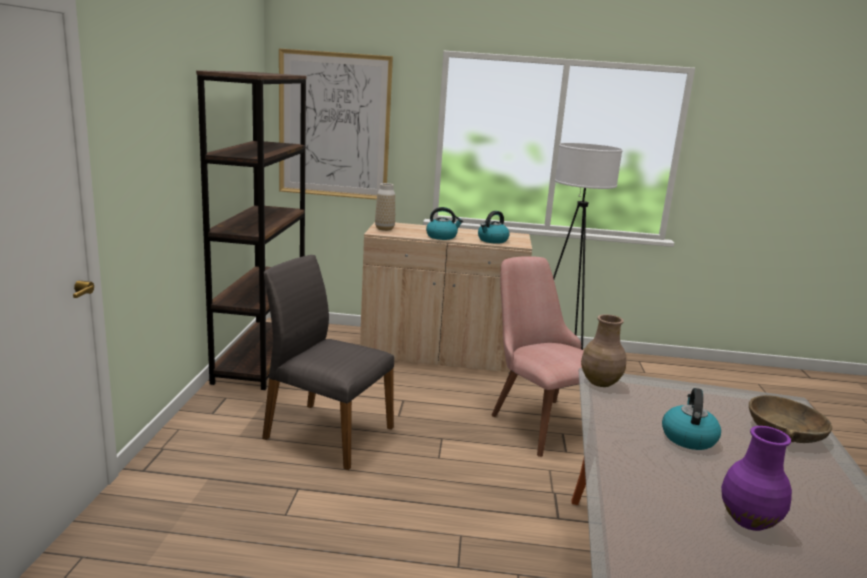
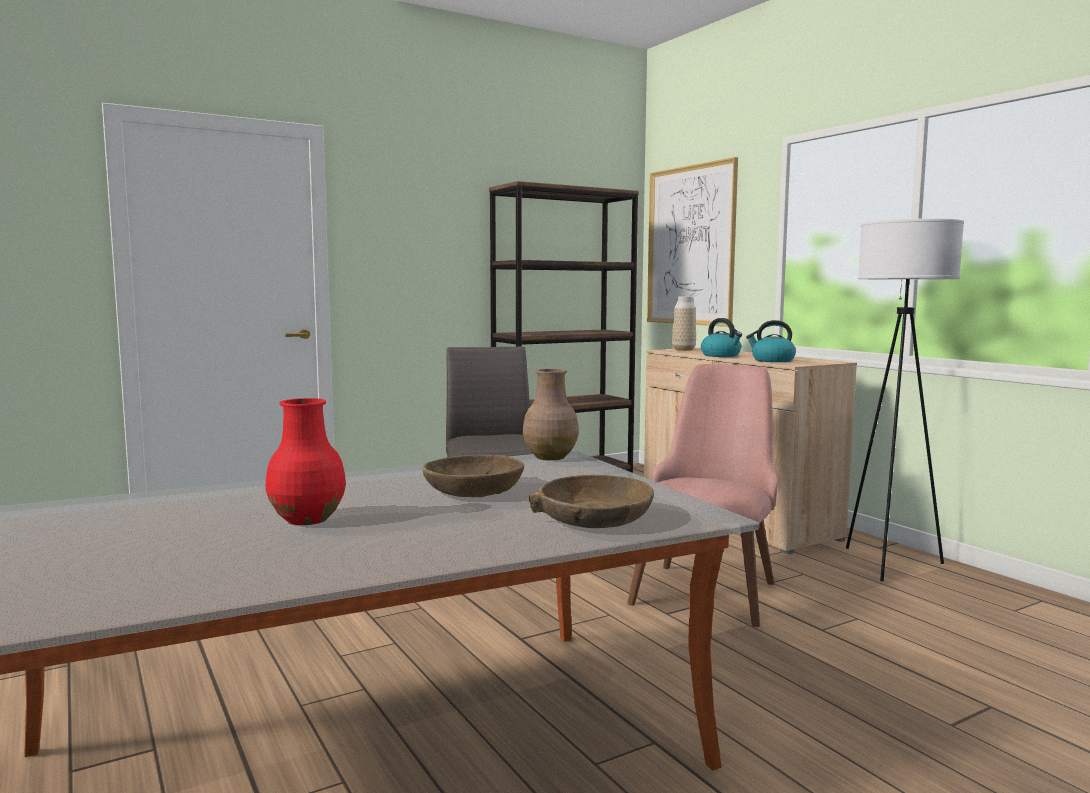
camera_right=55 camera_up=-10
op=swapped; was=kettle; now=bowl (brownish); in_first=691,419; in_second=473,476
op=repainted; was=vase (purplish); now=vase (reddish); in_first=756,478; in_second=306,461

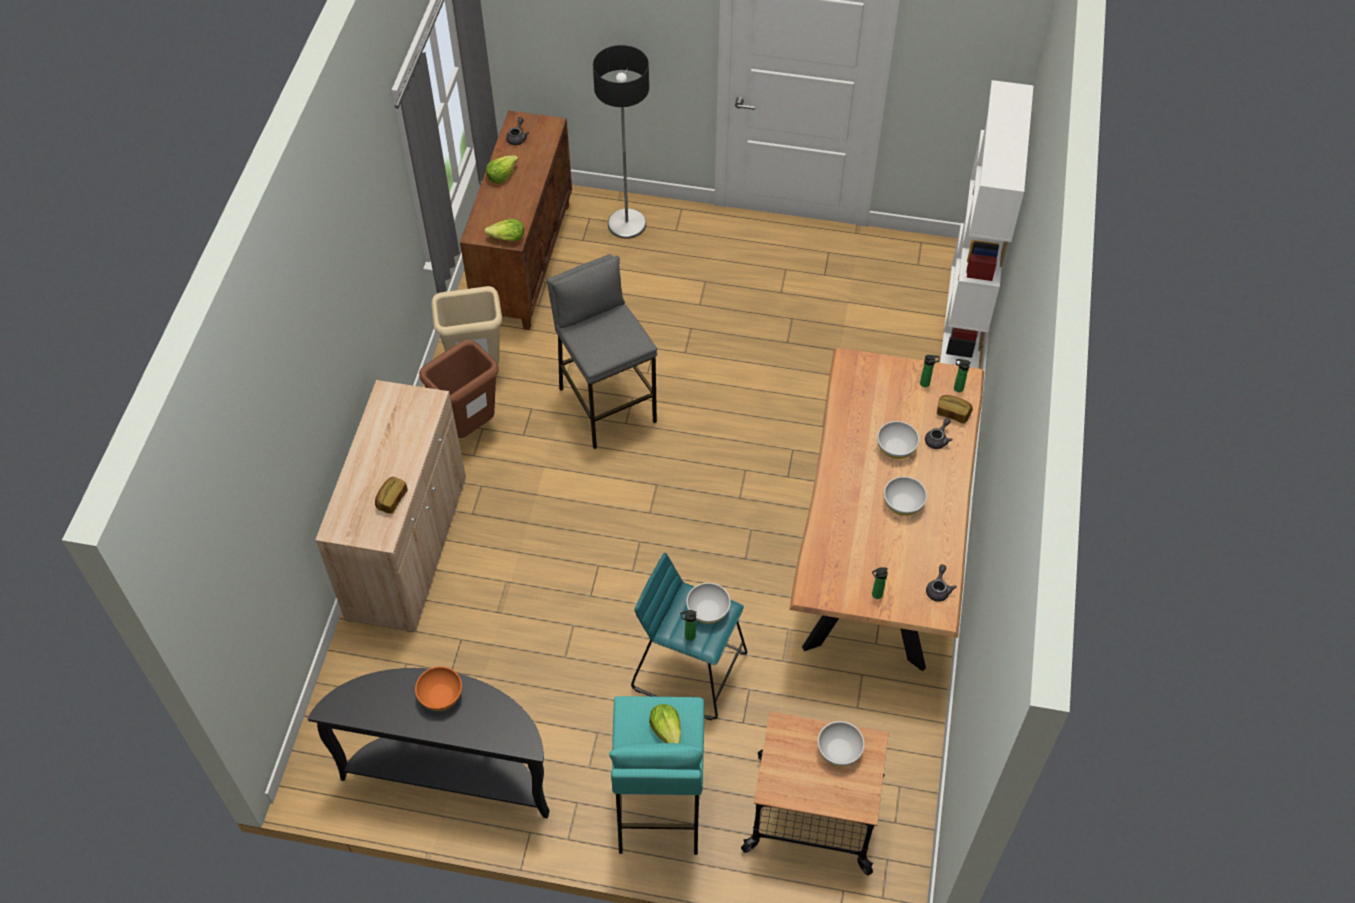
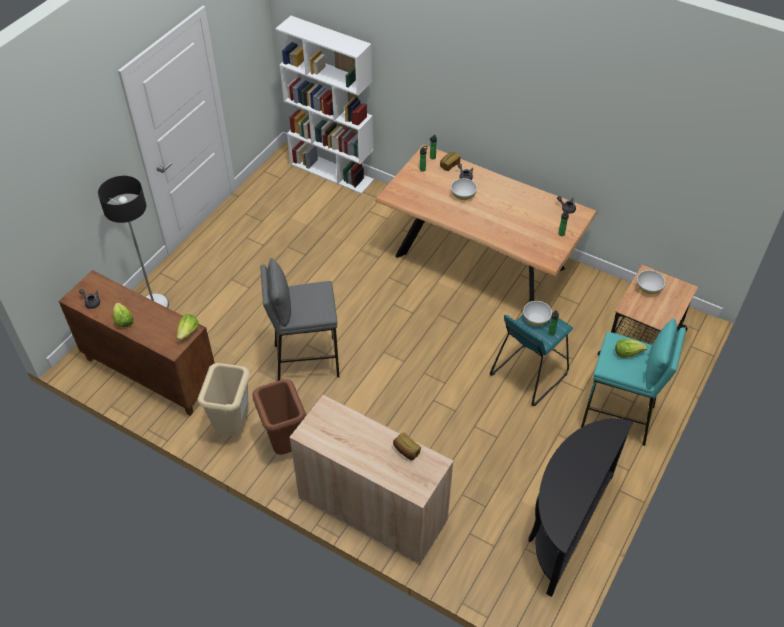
camera_right=-70 camera_up=-5
op=gone; was=bowl (whitish); in_first=905,496
op=gone; was=bowl (orange-coloured); in_first=438,688

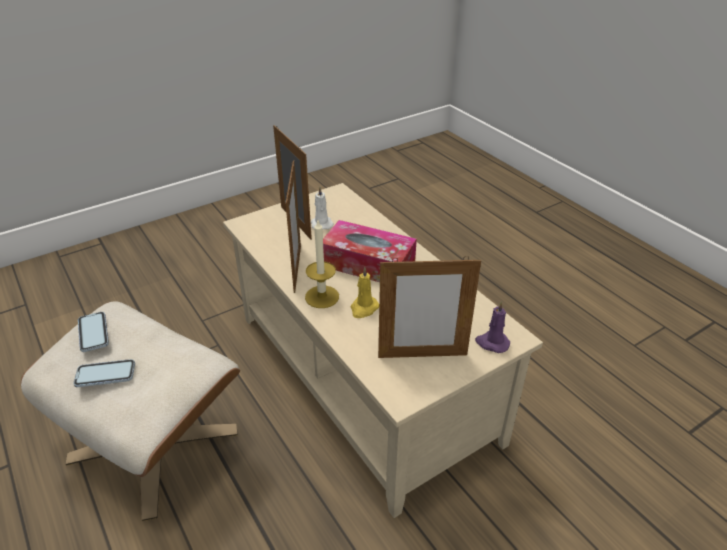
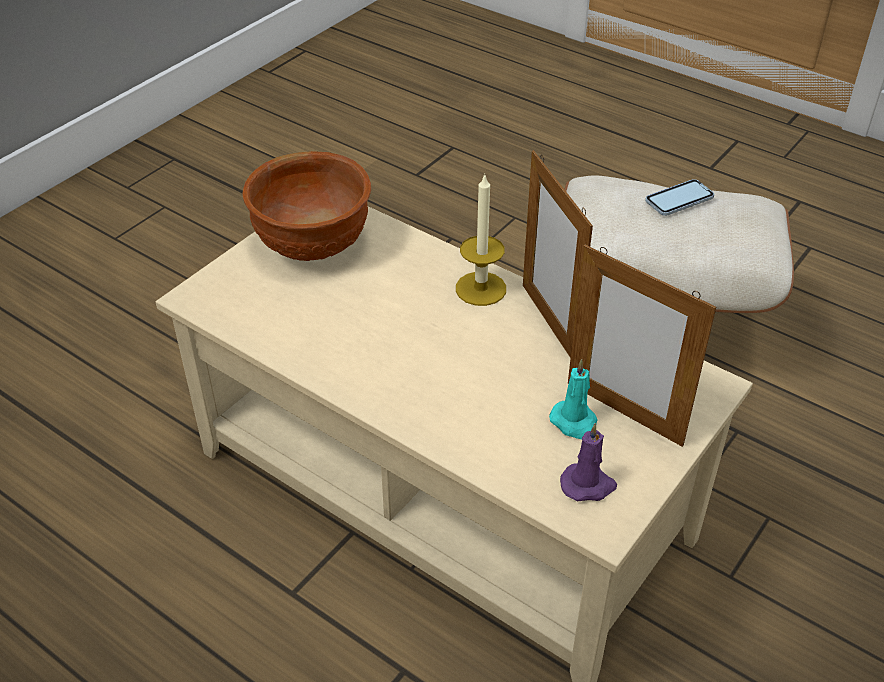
camera_right=160 camera_up=5
op=repainted; was=wax light (whitish); now=wax light (blue-green); in_first=322,208; in_second=573,399
op=gone; was=tissue holder; in_first=370,251
op=swapped; was=picture frame; now=bowl (brownish); in_first=429,307; in_second=306,206
op=gone; was=wax light (yellow); in_first=365,292
op=shifted; was=wax light (purplish); in_first=492,327; in_second=588,462
op=gone; was=telephone; in_first=93,332

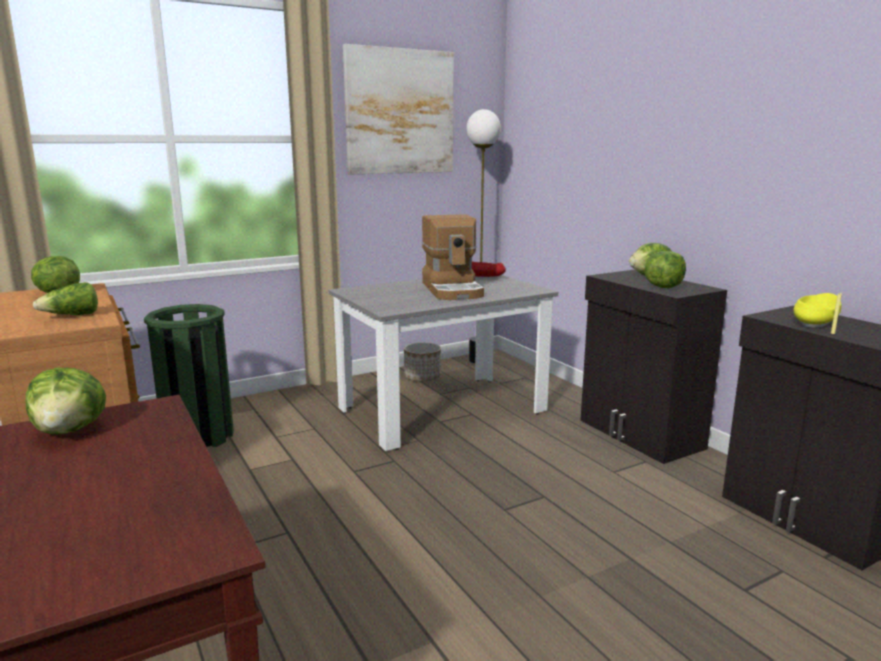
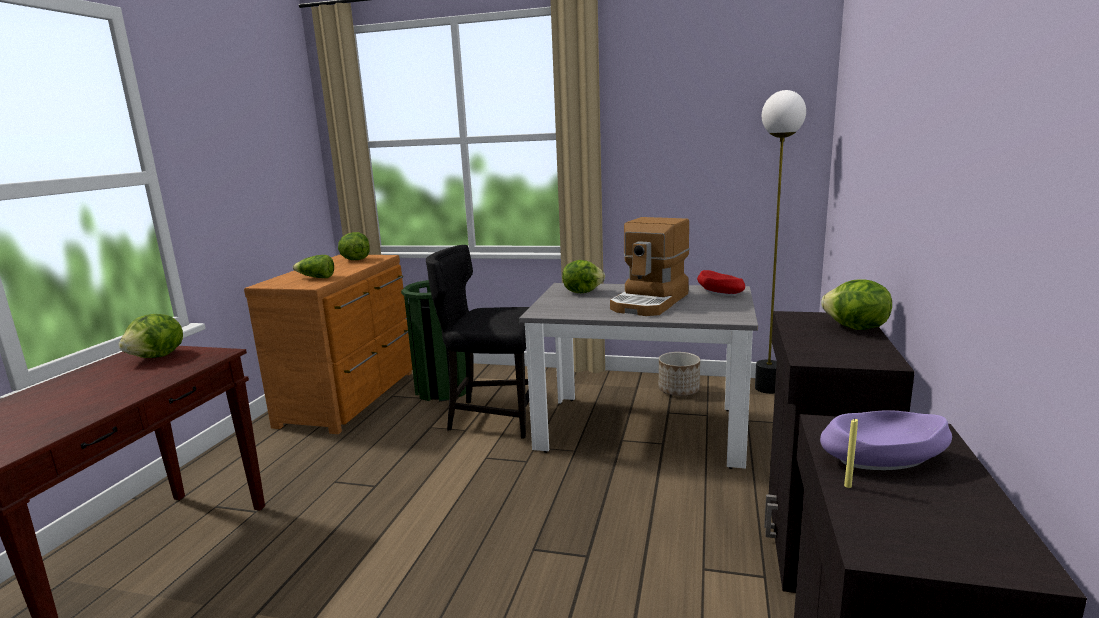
camera_right=45 camera_up=0
op=gone; was=wall art; in_first=398,109
op=shifted; was=lettuce head; in_first=665,269; in_second=583,276
op=repainted; was=bowl (yellow); now=bowl (purplish); in_first=817,310; in_second=886,440
op=new; now=chair (black); in_second=477,342

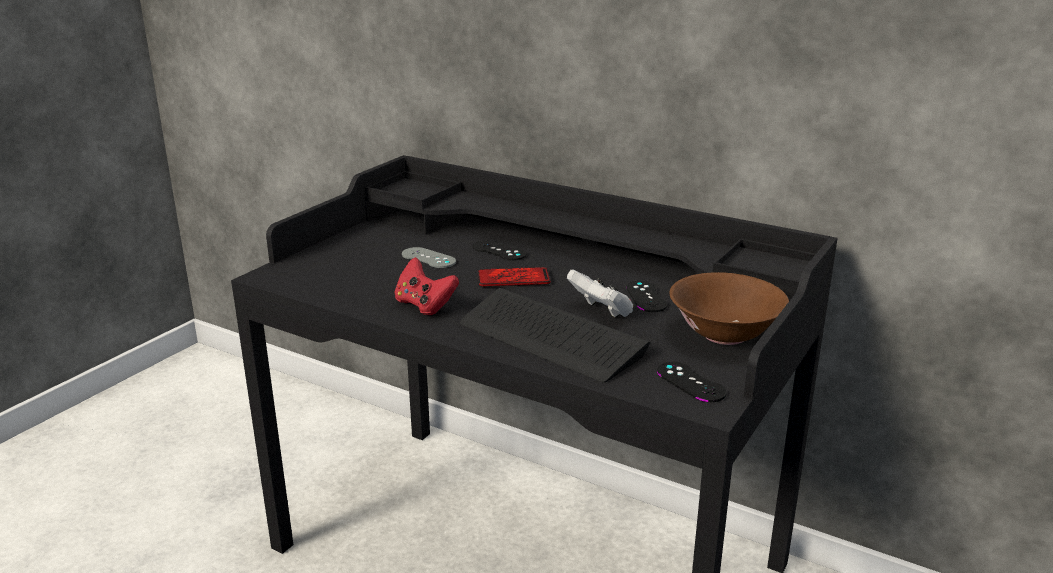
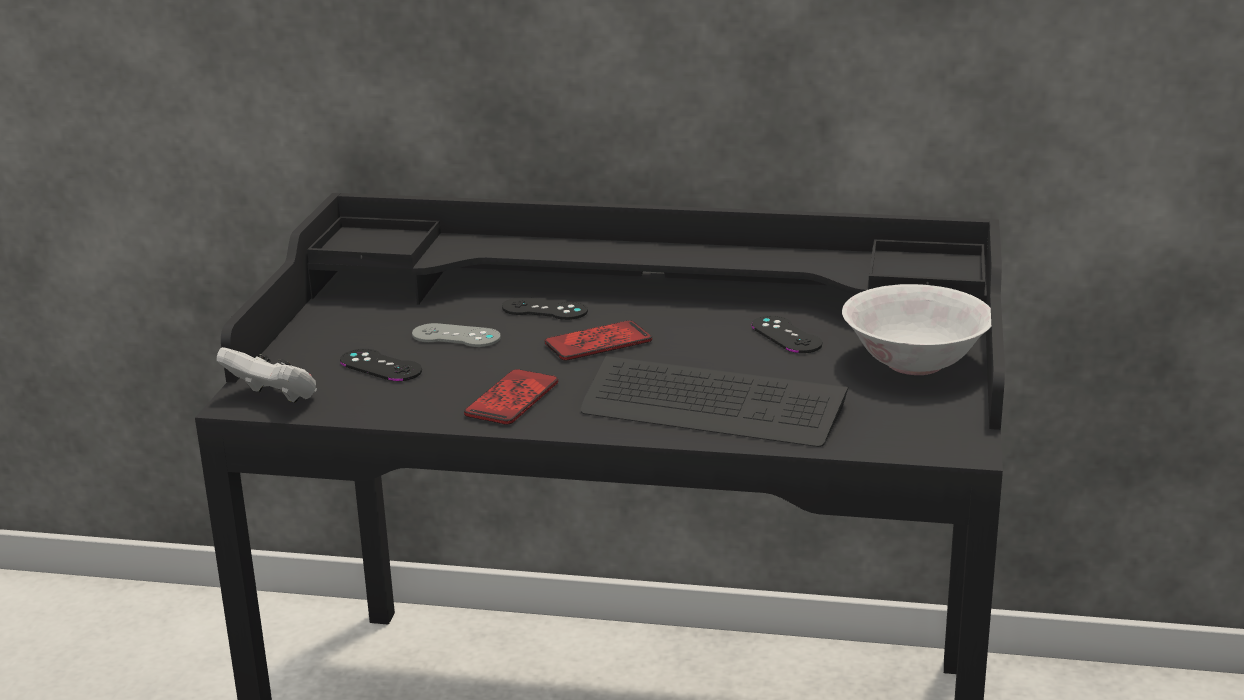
camera_right=-20 camera_up=0
op=swapped; was=gamepad (reddish); now=telephone; in_first=427,286; in_second=511,397
op=shifted; was=gamepad (whitish); in_first=600,293; in_second=266,375
op=repainted; was=bowl (brownish); now=bowl (whitish); in_first=729,308; in_second=916,329
op=shifted; was=gamepad (black); in_first=692,382; in_second=381,365

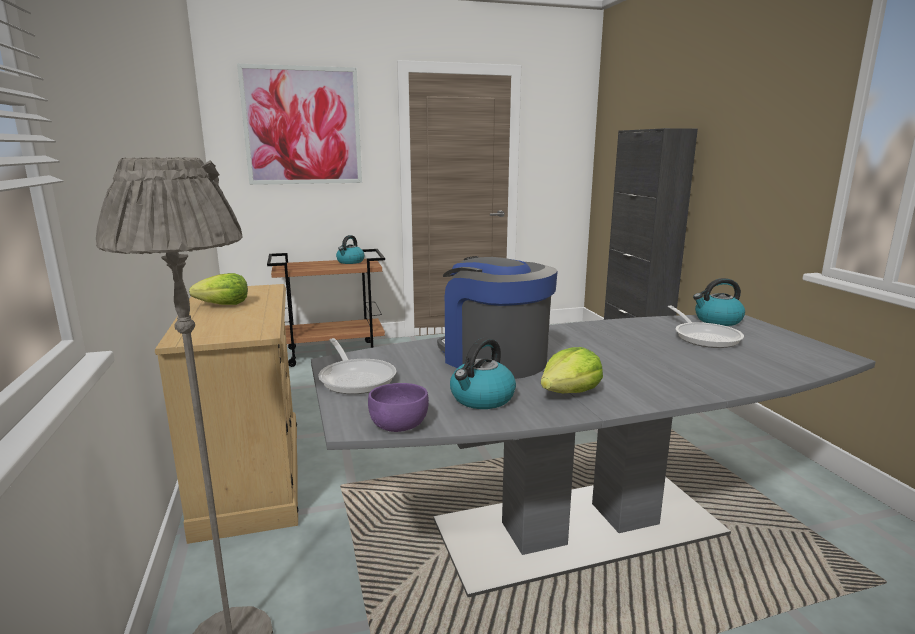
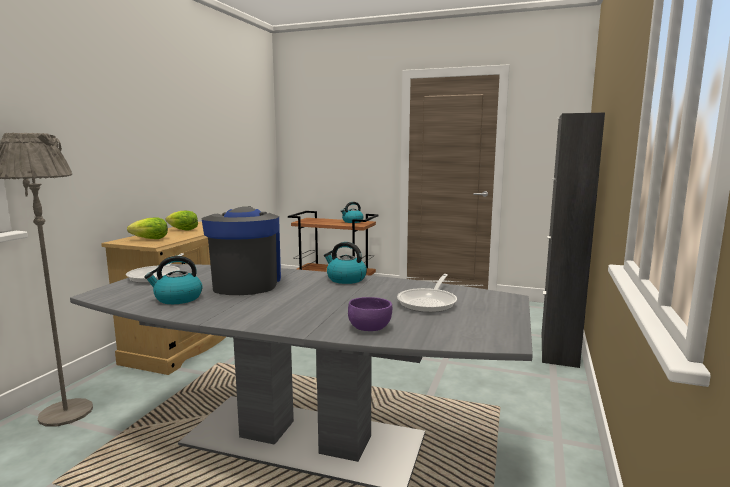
camera_right=35 camera_up=-5
op=gone; was=wall art; in_first=299,124
op=shifted; was=kettle; in_first=719,302; in_second=345,263
op=shifted; was=lettuce head; in_first=572,370; in_second=147,228
op=shifted; was=bowl (purplish); in_first=398,407; in_second=370,314

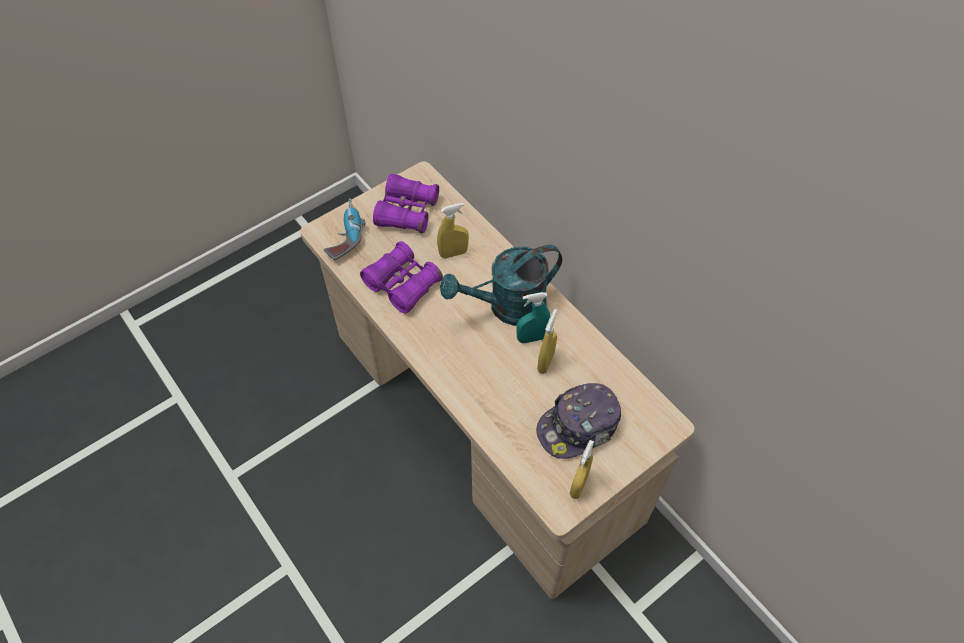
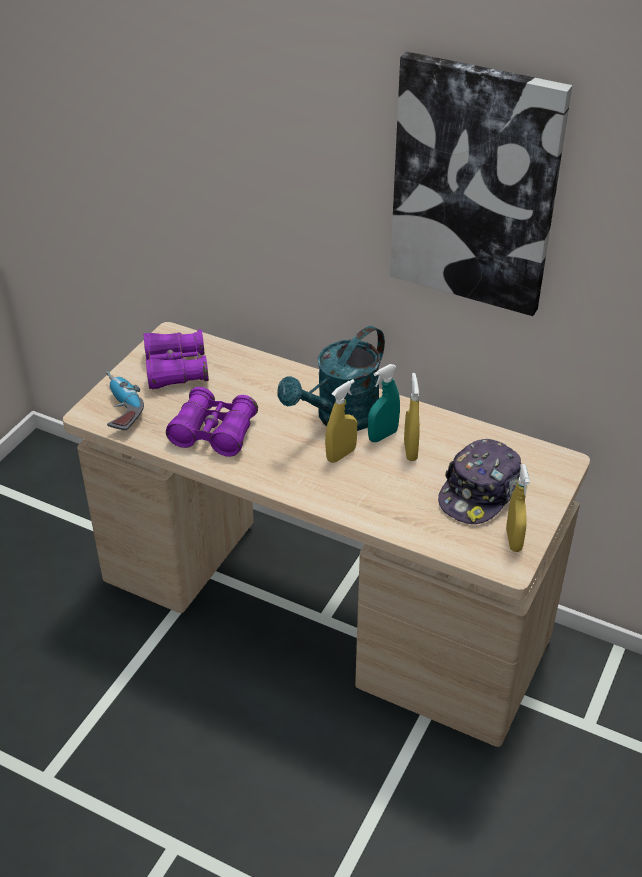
camera_right=-25 camera_up=-15
op=shifted; was=spray bottle (yellow); in_first=453,230; in_second=341,421
op=new; now=wall art; in_second=481,184

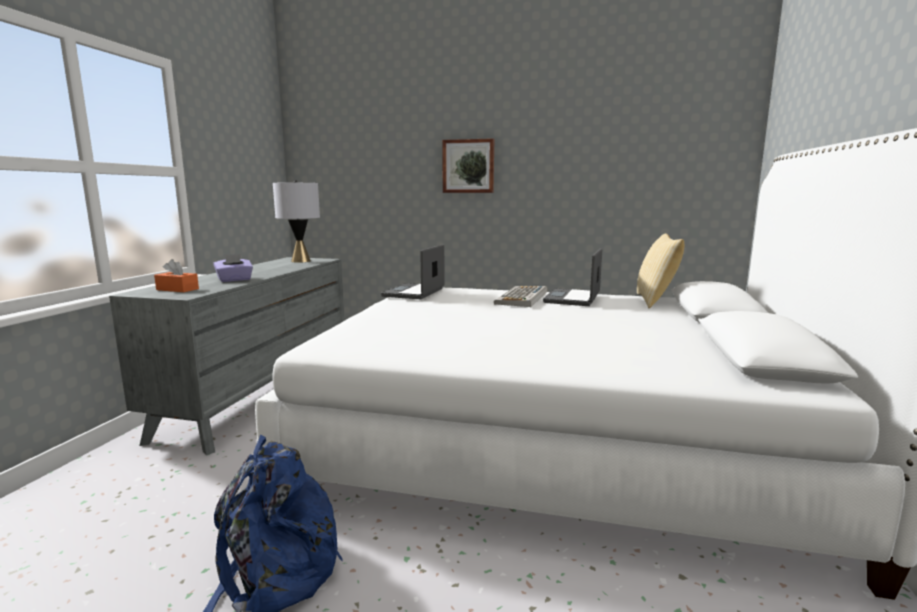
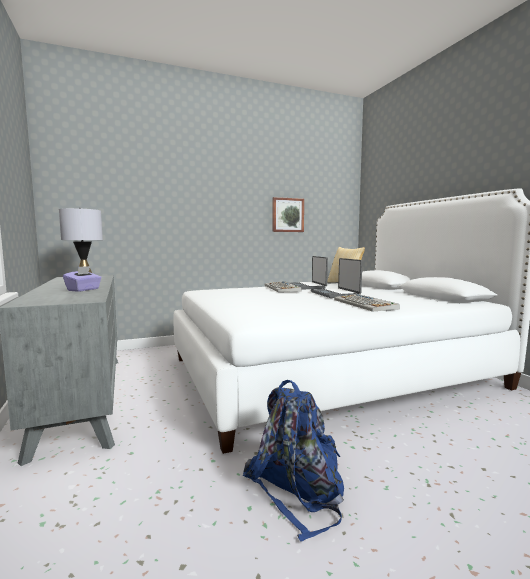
camera_right=-35 camera_up=-5
op=shifted; was=wall art; in_first=468,165; in_second=288,214
op=shifted; was=notebook computer; in_first=413,271; in_second=337,278
op=gone; was=tissue holder (orange-coloured); in_first=176,275
op=new; now=computer keyboard; in_second=367,303

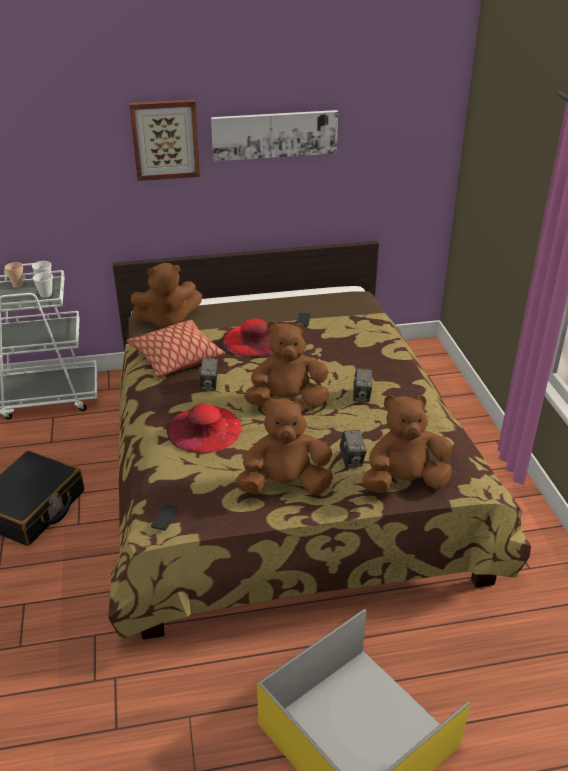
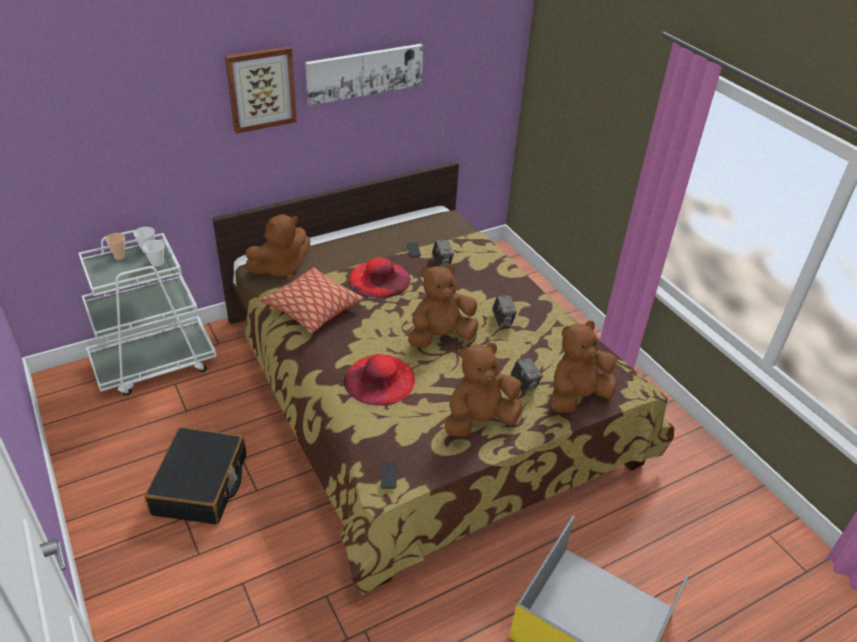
camera_right=-20 camera_up=5
op=shifted; was=photo camera; in_first=208,374; in_second=443,253

